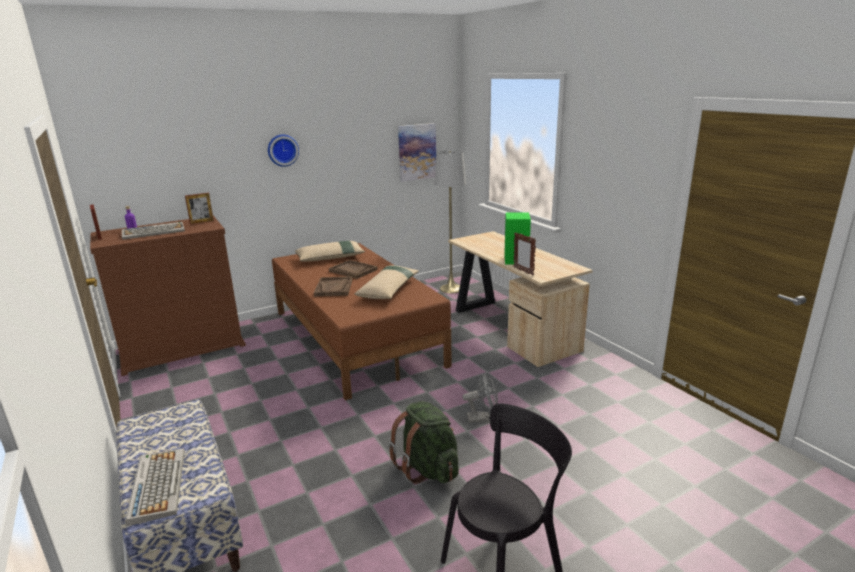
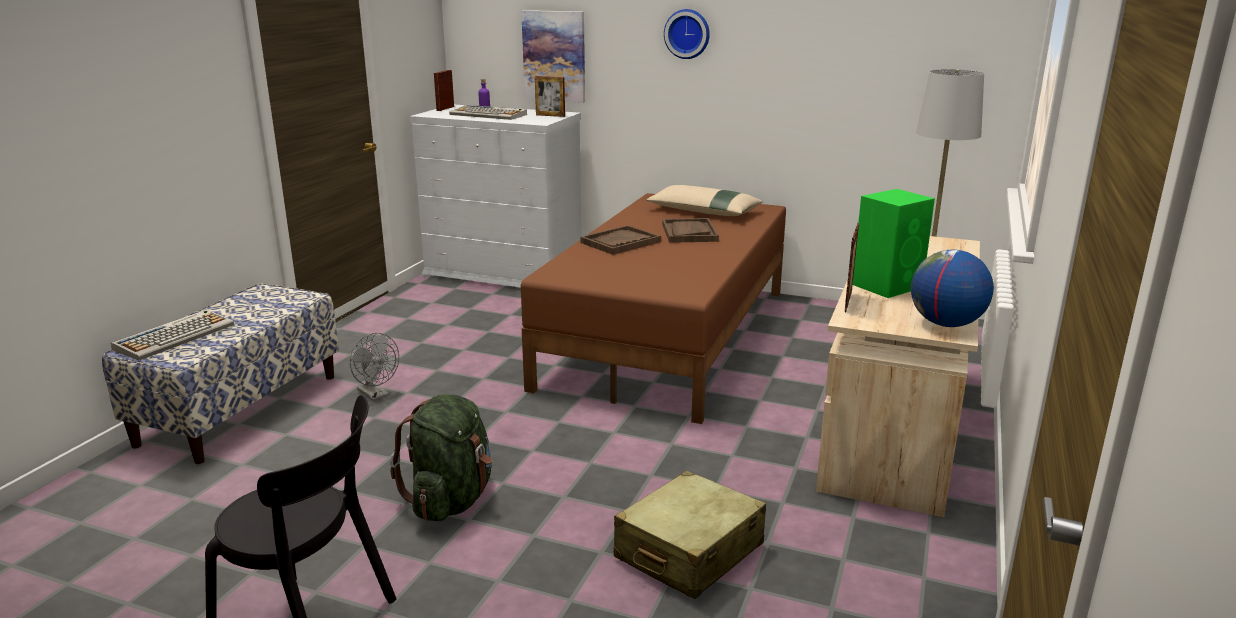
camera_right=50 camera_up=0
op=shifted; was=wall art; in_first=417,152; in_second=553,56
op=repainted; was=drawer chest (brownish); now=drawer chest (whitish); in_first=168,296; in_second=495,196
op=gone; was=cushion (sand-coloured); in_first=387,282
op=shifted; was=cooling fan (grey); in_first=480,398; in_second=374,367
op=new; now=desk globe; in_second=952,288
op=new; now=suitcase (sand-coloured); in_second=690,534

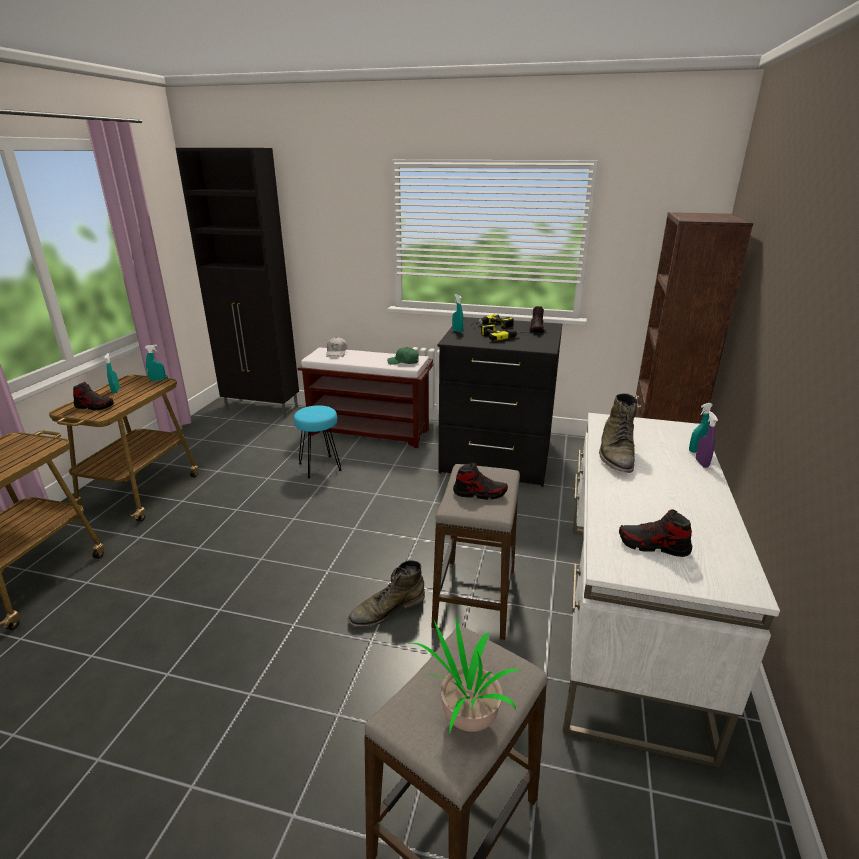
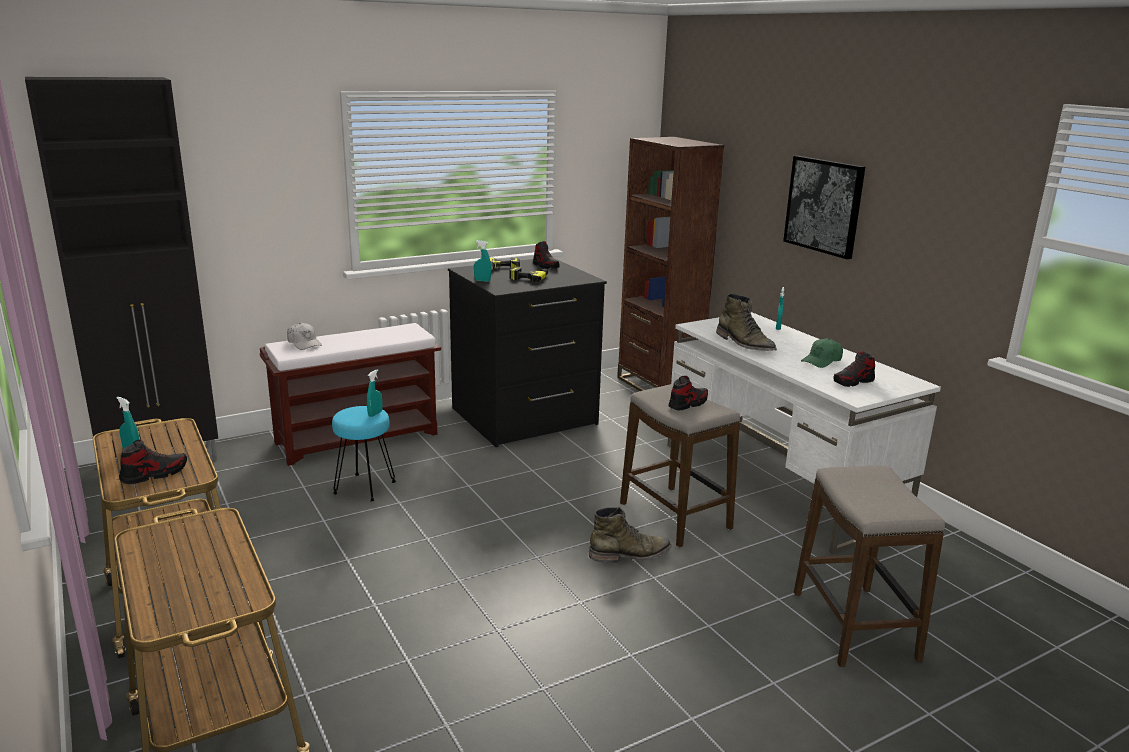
camera_right=-45 camera_up=-5
op=shifted; was=spray bottle (blue-green); in_first=155,362; in_second=374,393
op=shifted; was=baseball cap (green); in_first=403,356; in_second=822,353
op=gone; was=spray bottle (purplish); in_first=707,439
op=rotated; was=boot (green); in_first=386,594; in_second=630,535; clockwise=-120
op=gone; was=houseplant; in_first=464,675
op=new; now=wall art; in_second=824,207

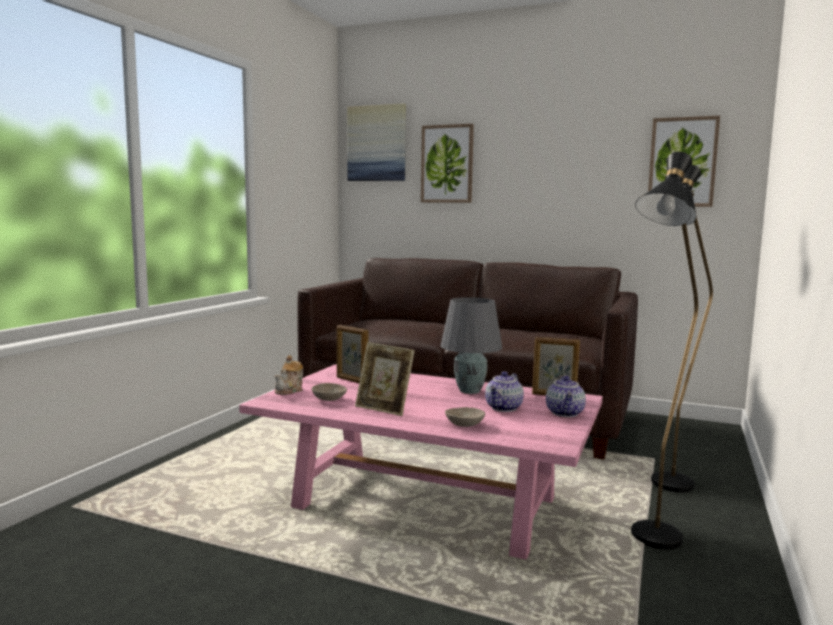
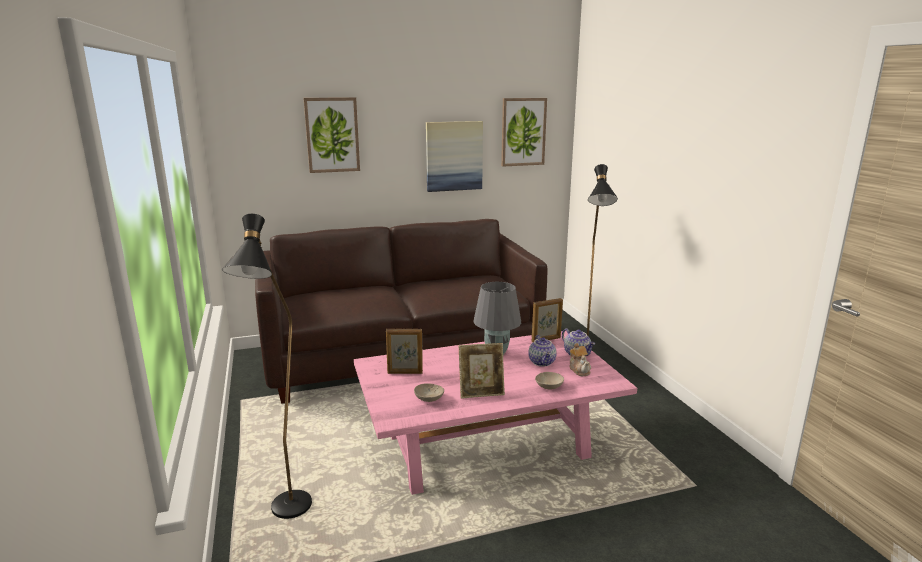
camera_right=-40 camera_up=10
op=shifted; was=wall art; in_first=376,142; in_second=454,156
op=shifted; was=standing lamp (black); in_first=664,350; in_second=267,366
op=shifted; was=pot for tea; in_first=289,375; in_second=580,359

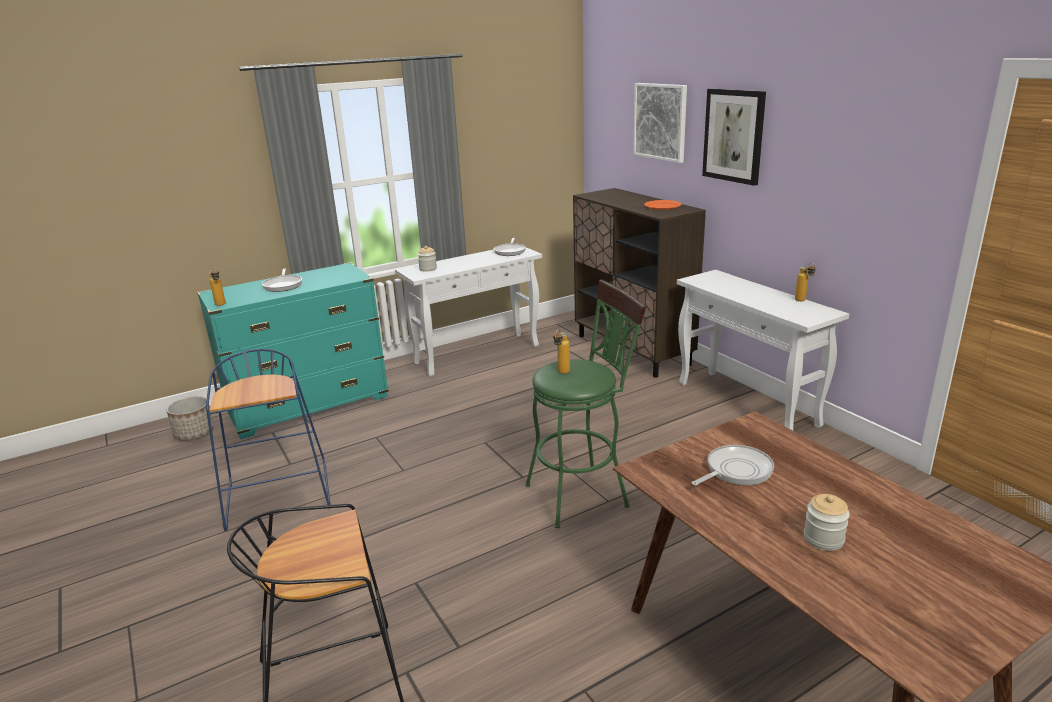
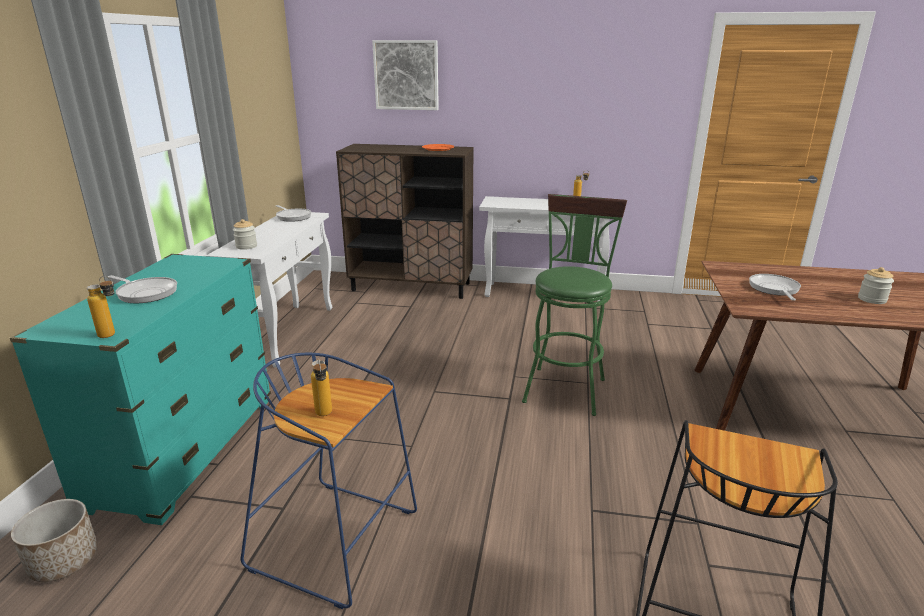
camera_right=-50 camera_up=0
op=gone; was=wall art; in_first=734,137
op=shifted; was=beverage bottle; in_first=561,351; in_second=321,387

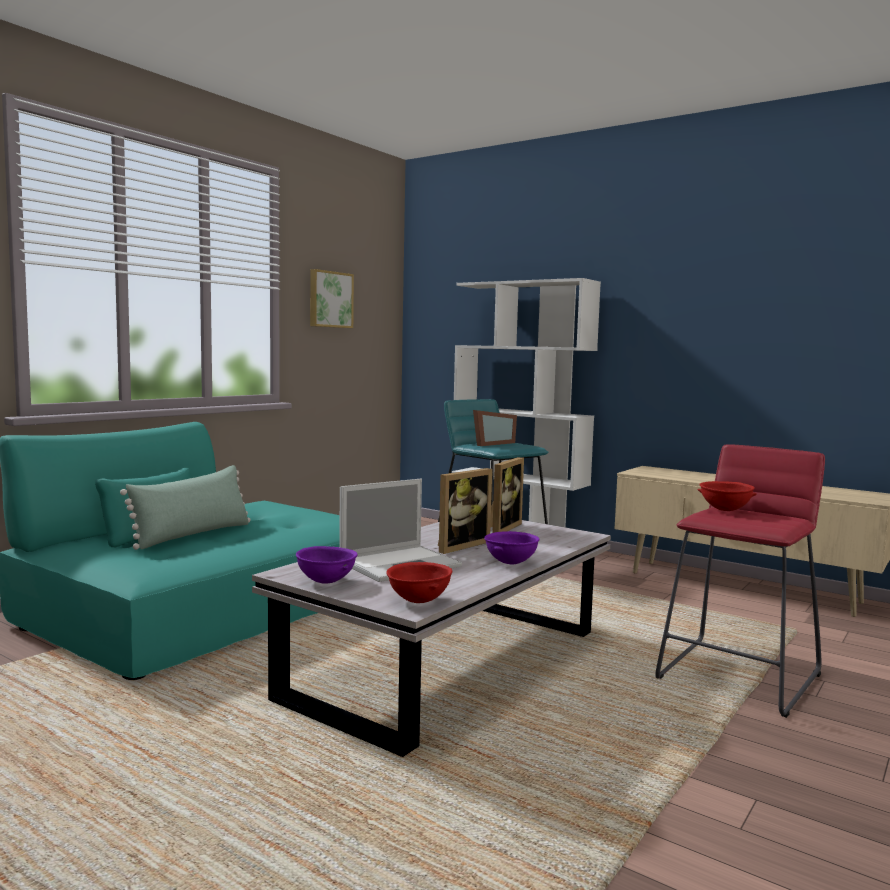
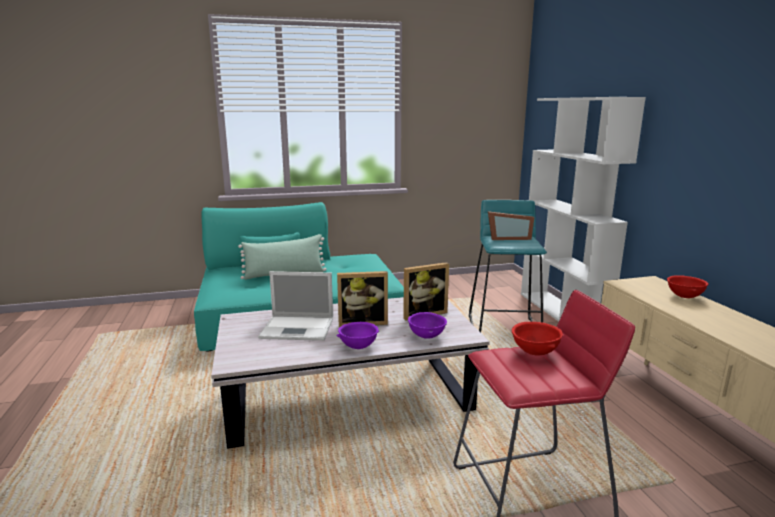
camera_right=40 camera_up=10
op=gone; was=wall art; in_first=332,298
op=shifted; was=bowl (purplish); in_first=326,564; in_second=427,325
op=shifted; was=bowl (reddish); in_first=419,582; in_second=688,286

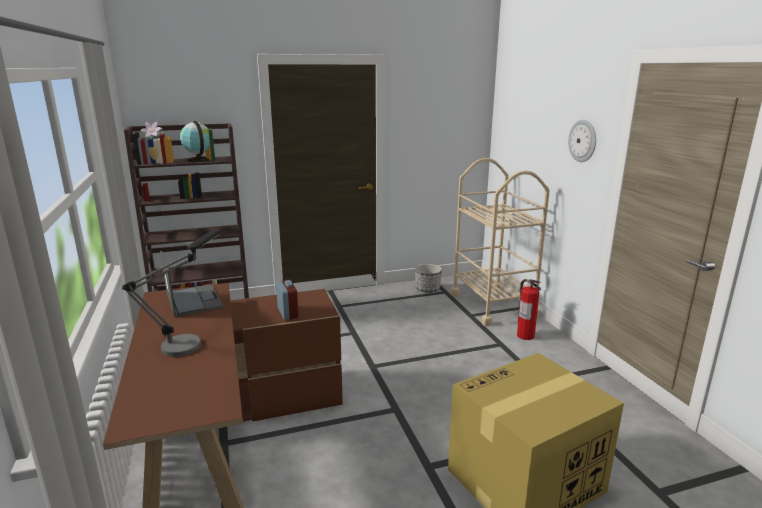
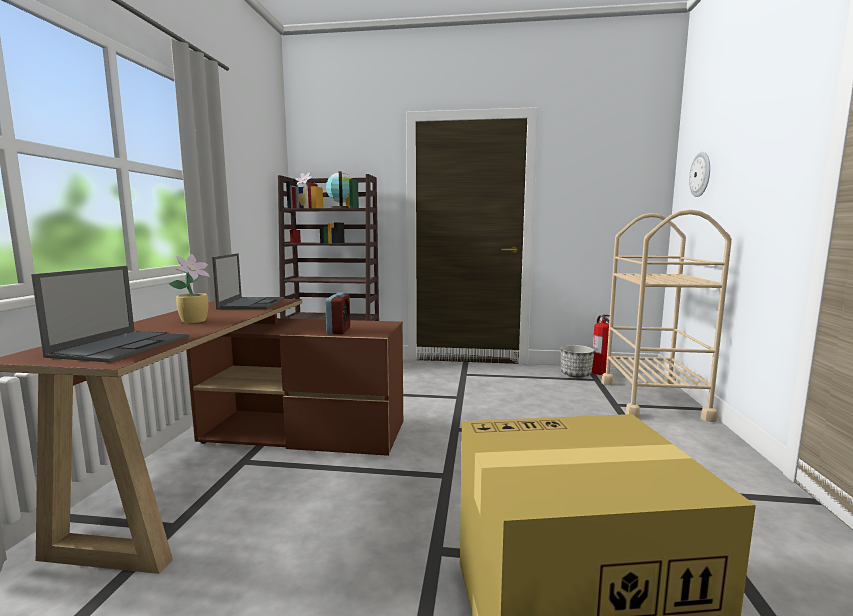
camera_right=25 camera_up=-10
op=shifted; was=clock on the wall; in_first=582,141; in_second=699,174
op=swapped; was=lamp for a table; now=houseplant; in_first=171,293; in_second=189,288
op=shifted; was=extinguisher; in_first=529,309; in_second=601,345
op=new; now=notebook computer; in_second=110,314

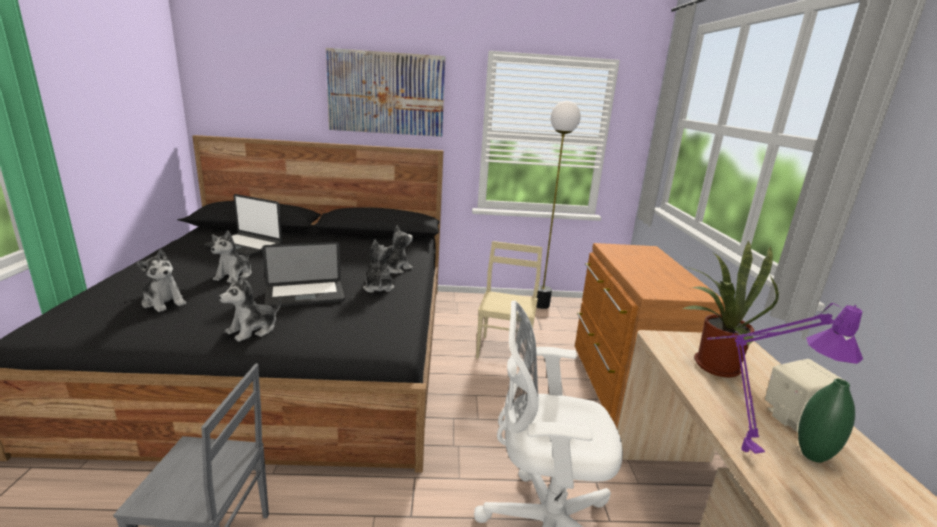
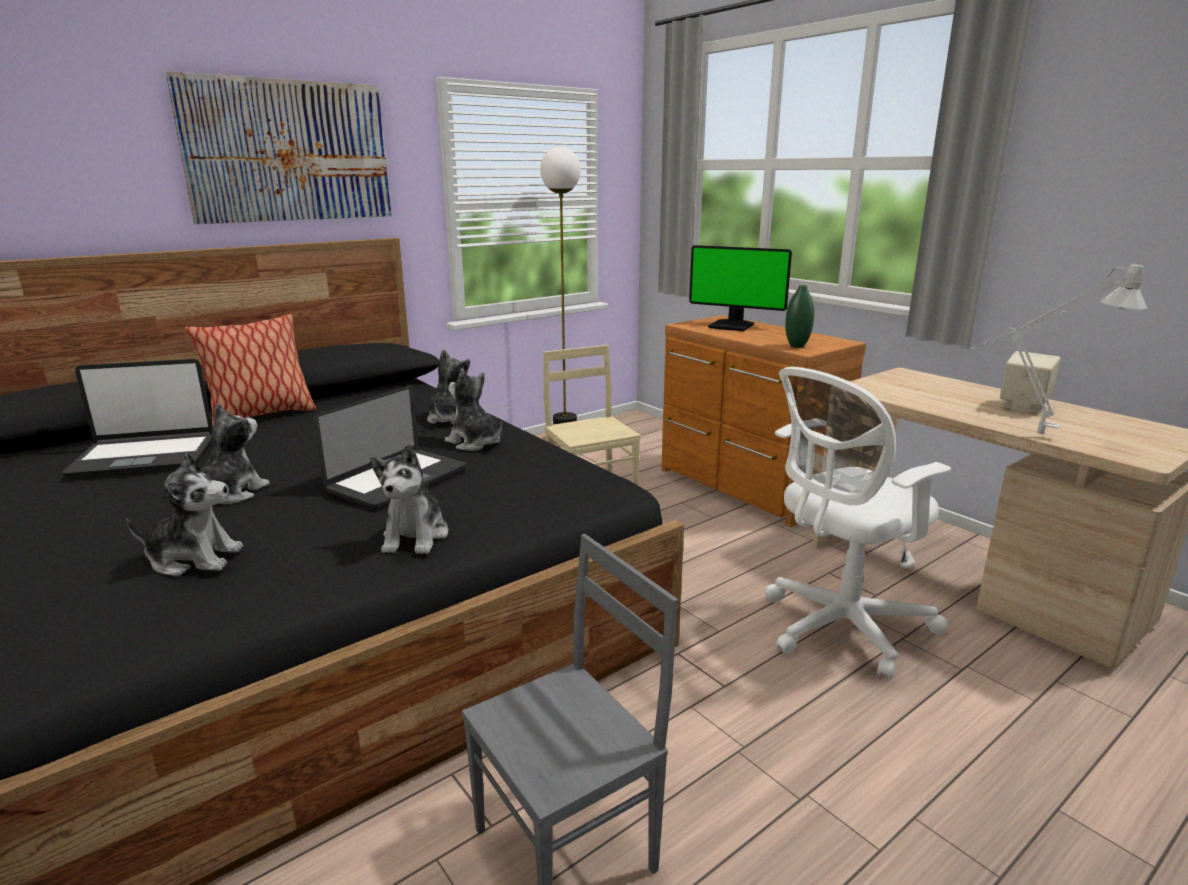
camera_right=-35 camera_up=0
op=rotated; was=soft toy; in_first=231,256; in_second=235,454; clockwise=-135
op=gone; was=houseplant; in_first=731,309
op=repainted; was=lamp for a table (purplish); now=lamp for a table (grey); in_first=785,379; in_second=1059,348
op=shifted; was=vase (green); in_first=826,421; in_second=799,316
op=new; now=monitor; in_second=740,288
op=new; now=cushion; in_second=250,369

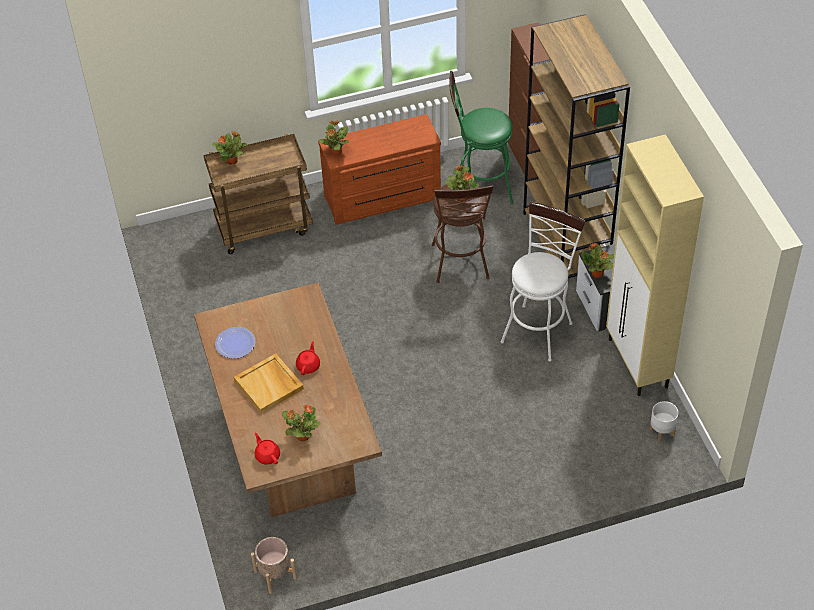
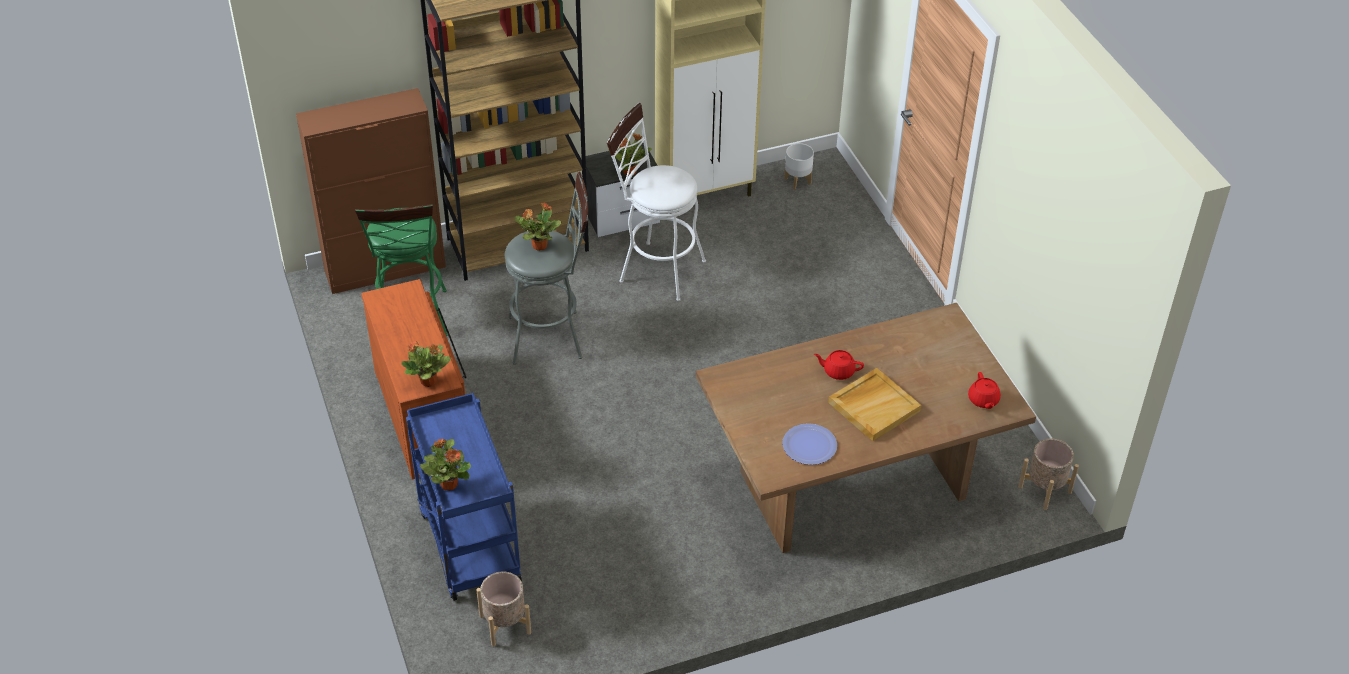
camera_right=-95 camera_up=-5
op=repainted; was=wheeled cart (brownish); now=wheeled cart (bluish); in_first=258,194; in_second=464,497
op=repainted; was=sitting stool (brownish); now=sitting stool (grey); in_first=463,233; in_second=546,268
op=gone; was=houseplant; in_first=301,423
op=rotated; was=pot for tea (reddish); in_first=267,449; in_second=984,390; clockwise=-60
op=new; now=flower pot (sand-coloured); in_second=503,608

